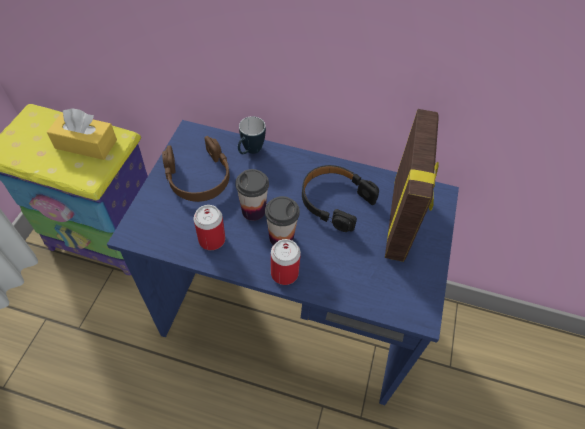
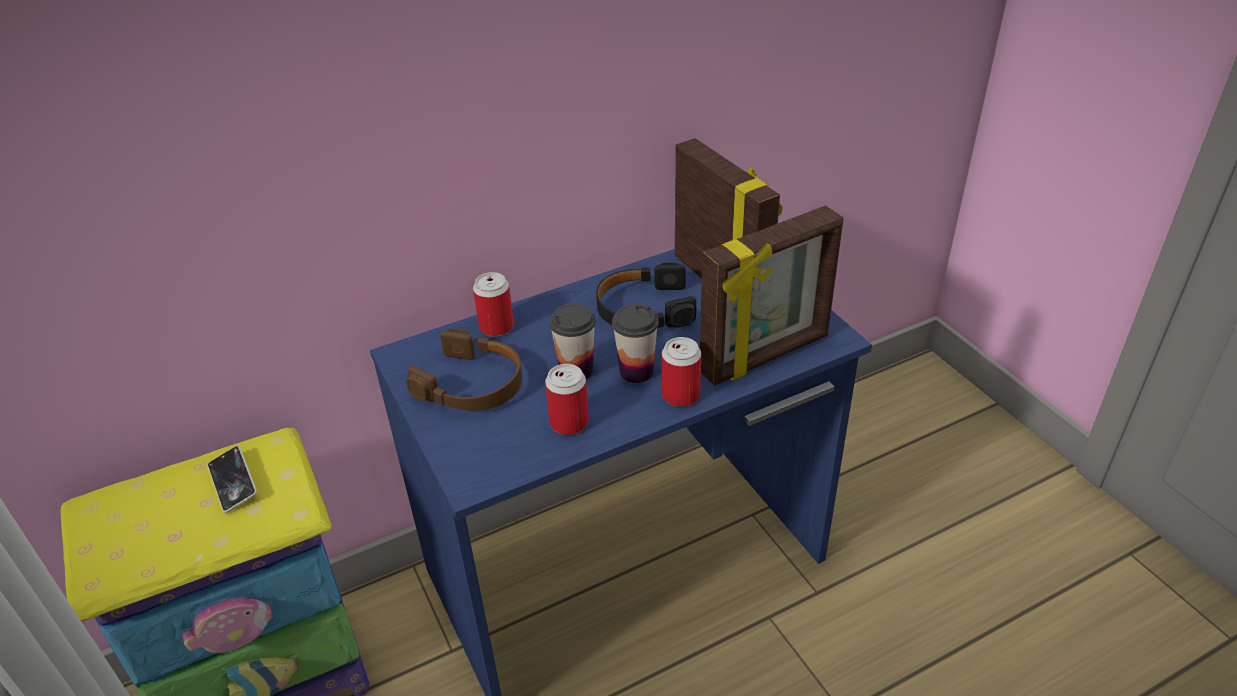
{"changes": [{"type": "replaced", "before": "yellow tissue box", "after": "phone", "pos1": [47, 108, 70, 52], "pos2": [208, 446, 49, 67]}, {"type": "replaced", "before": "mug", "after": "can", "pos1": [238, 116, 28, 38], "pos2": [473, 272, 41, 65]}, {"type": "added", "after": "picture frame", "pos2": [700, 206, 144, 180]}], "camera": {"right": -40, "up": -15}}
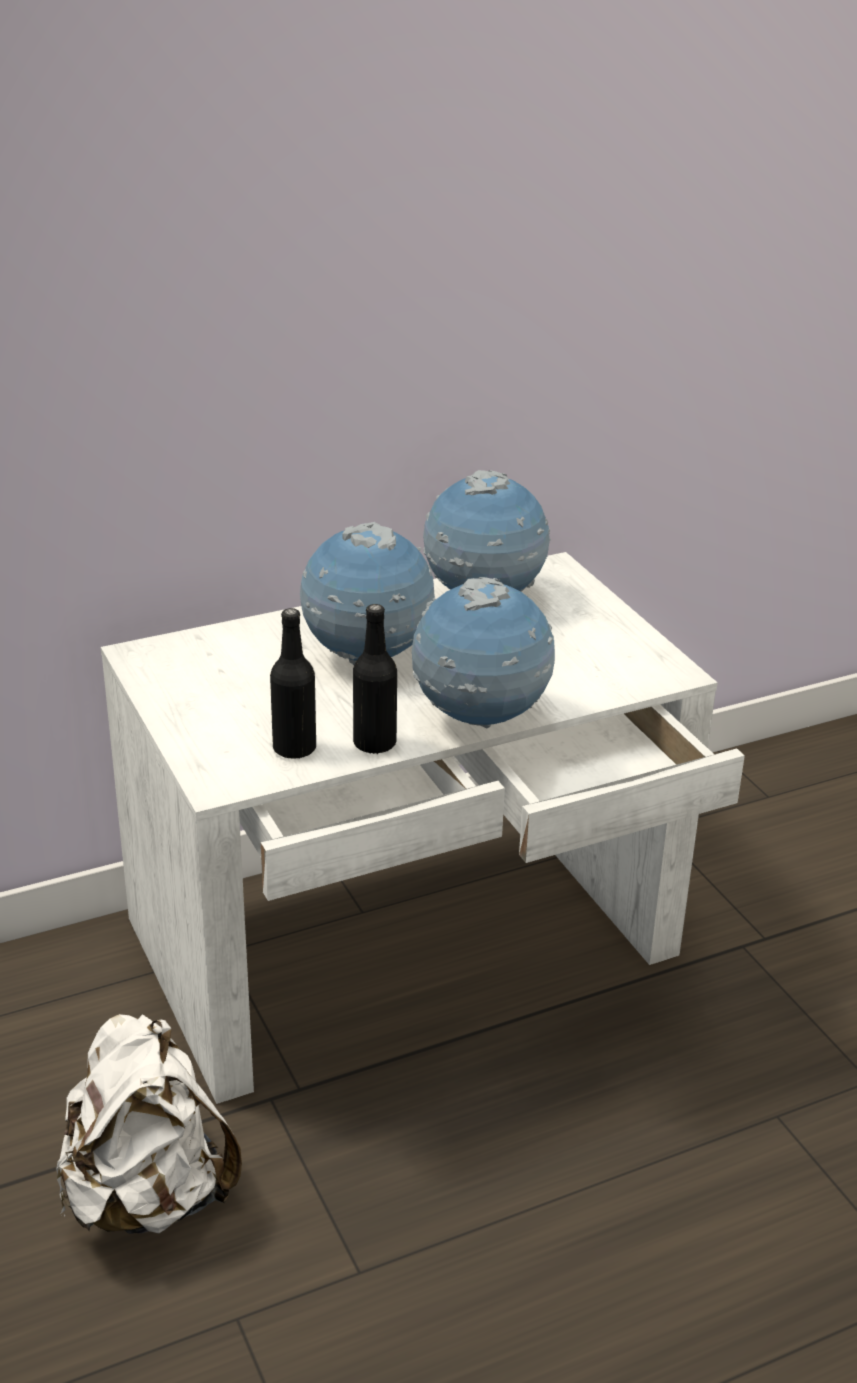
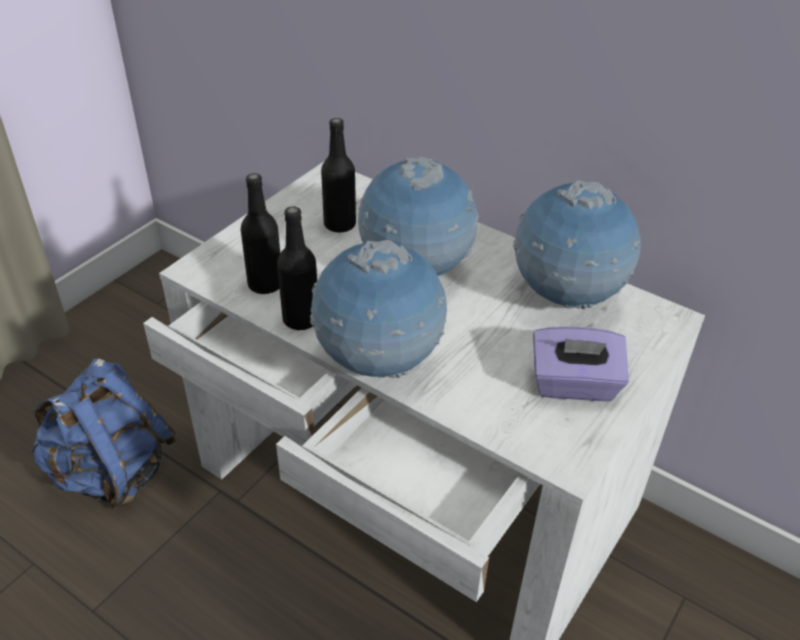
{"changes": [{"type": "recoloured", "before": "white backpack", "after": "blue backpack", "pos1": [56, 1014, 186, 220], "pos2": [30, 358, 145, 152]}, {"type": "added", "after": "black bottle", "pos2": [321, 118, 35, 114]}, {"type": "added", "after": "purple tissue box", "pos2": [533, 327, 96, 74]}], "camera": {"right": 60, "up": 10}}
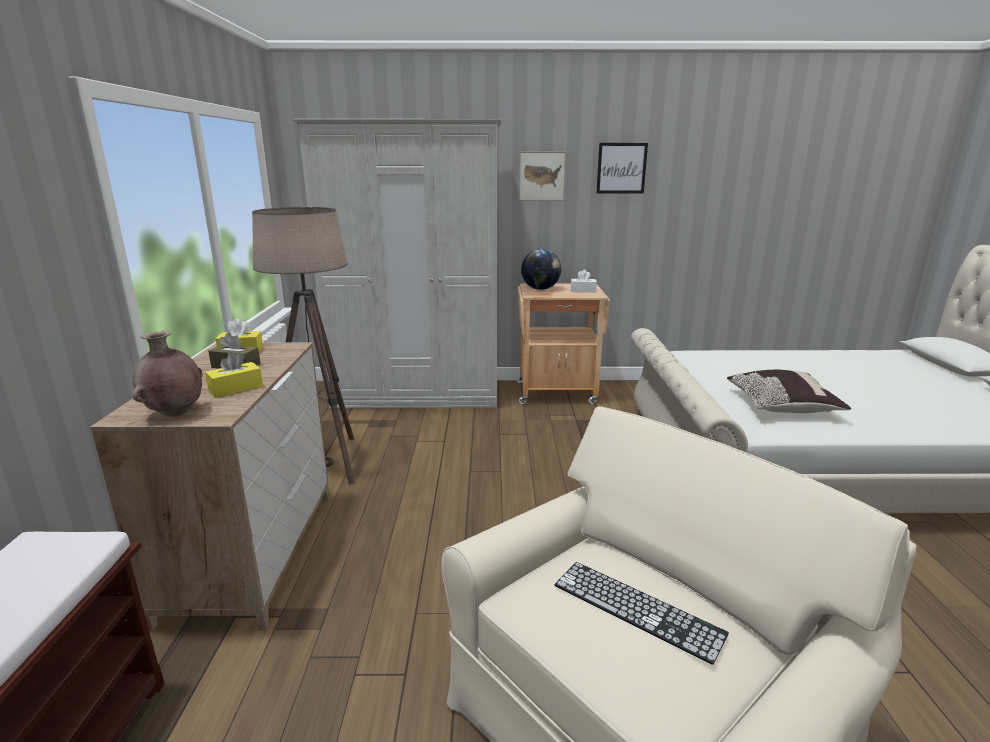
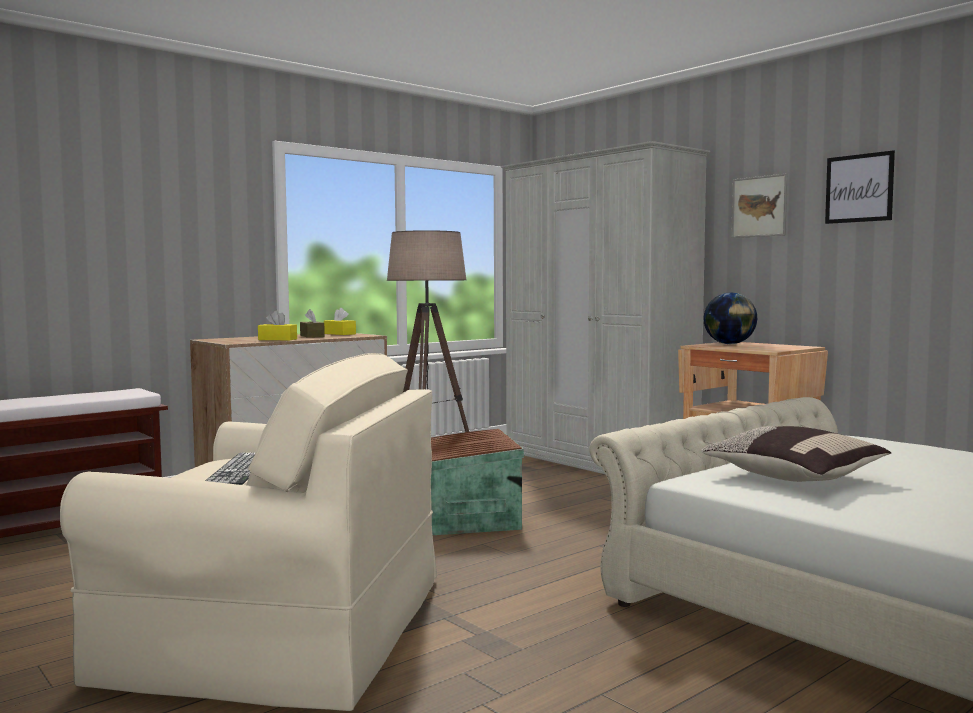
{"changes": [{"type": "removed", "before": "white tissue box", "pos1": [571, 270, 26, 22]}, {"type": "removed", "before": "brown vase", "pos1": [133, 331, 70, 86]}, {"type": "added", "after": "brown storage box", "pos2": [431, 429, 93, 106]}], "camera": {"right": 50, "up": -15}}
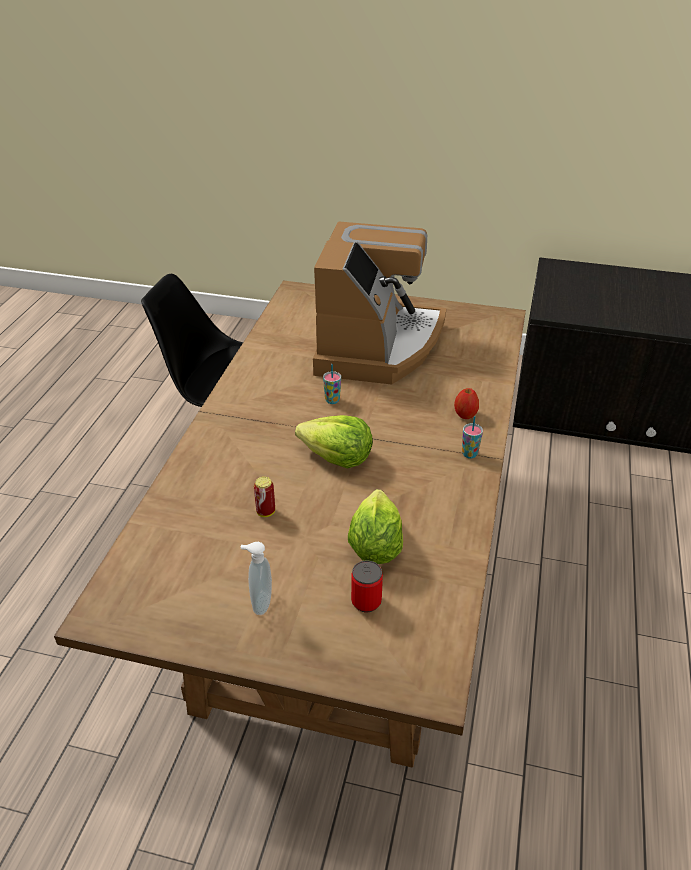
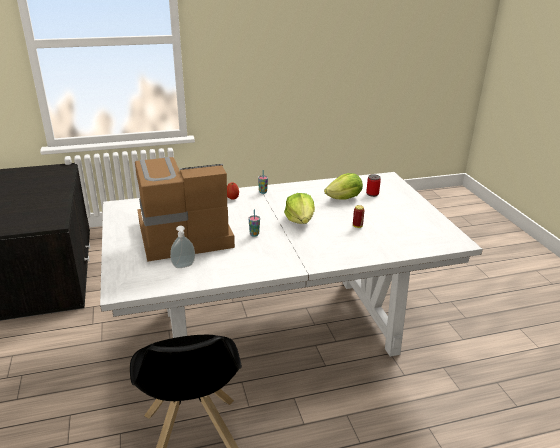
{"changes": [{"type": "recoloured", "before": "brown dining table", "after": "white dining table", "pos1": [54, 280, 472, 488], "pos2": [100, 172, 383, 185]}, {"type": "moved", "before": "soap dispenser", "pos1": [241, 542, 31, 73], "pos2": [170, 226, 25, 42]}], "camera": {"right": -120, "up": -10}}
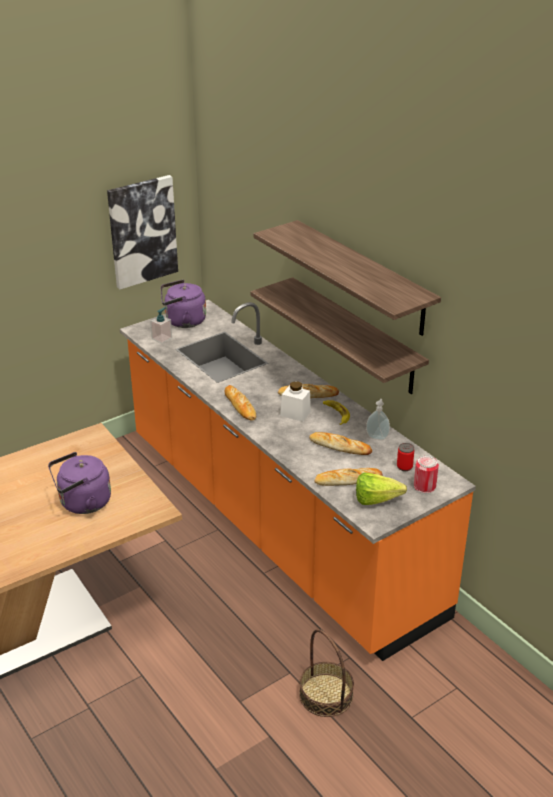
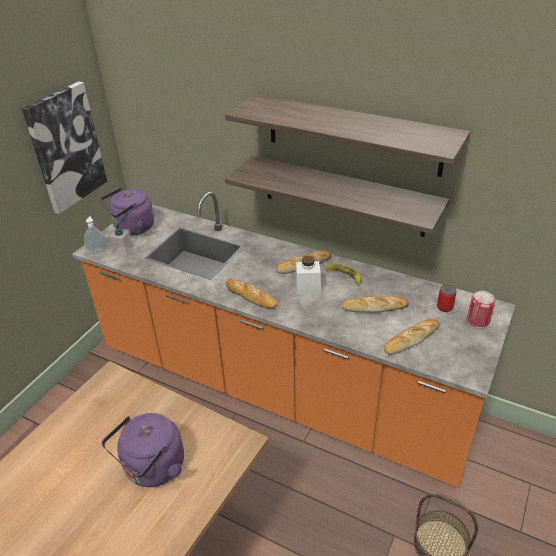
{"changes": [{"type": "moved", "before": "soap dispenser", "pos1": [366, 399, 24, 41], "pos2": [84, 216, 23, 37]}, {"type": "removed", "before": "lettuce", "pos1": [356, 473, 51, 32]}], "camera": {"right": -25, "up": 5}}
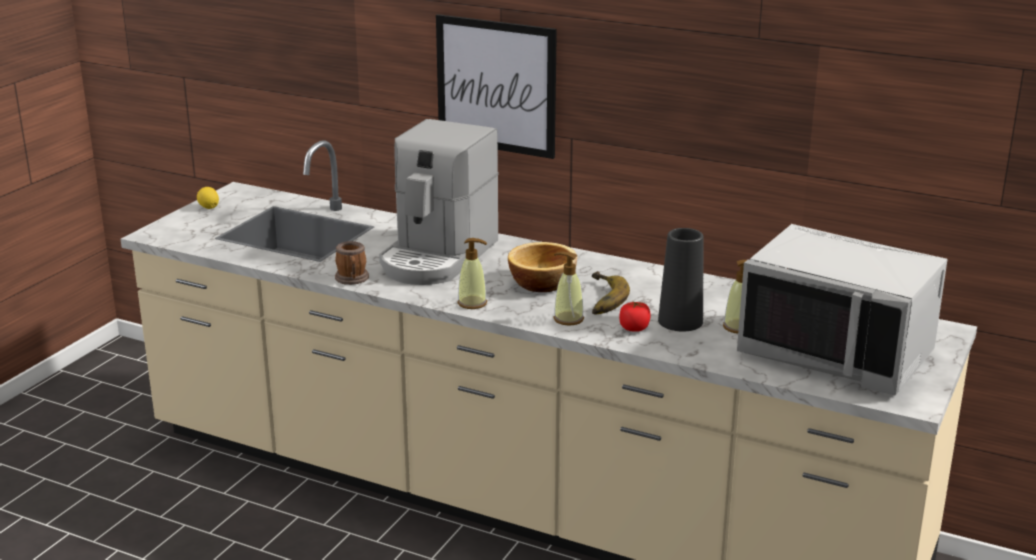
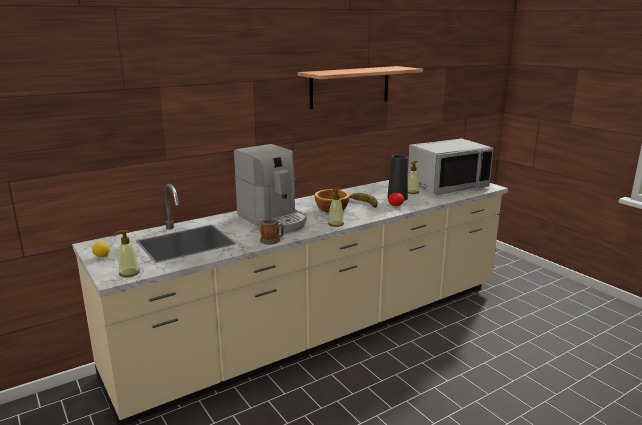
{"changes": [{"type": "removed", "before": "picture", "pos1": [436, 14, 121, 145]}, {"type": "moved", "before": "soap dispenser", "pos1": [553, 251, 31, 74], "pos2": [113, 230, 27, 47]}, {"type": "added", "after": "shelf", "pos2": [298, 66, 125, 43]}], "camera": {"right": -60, "up": -5}}
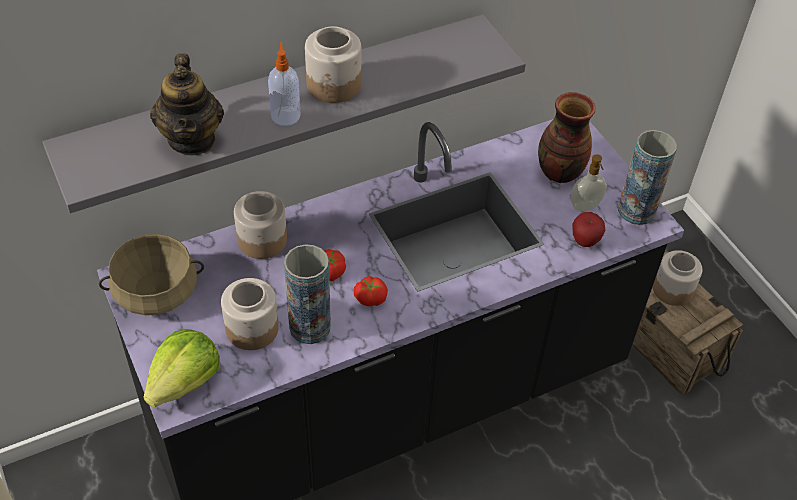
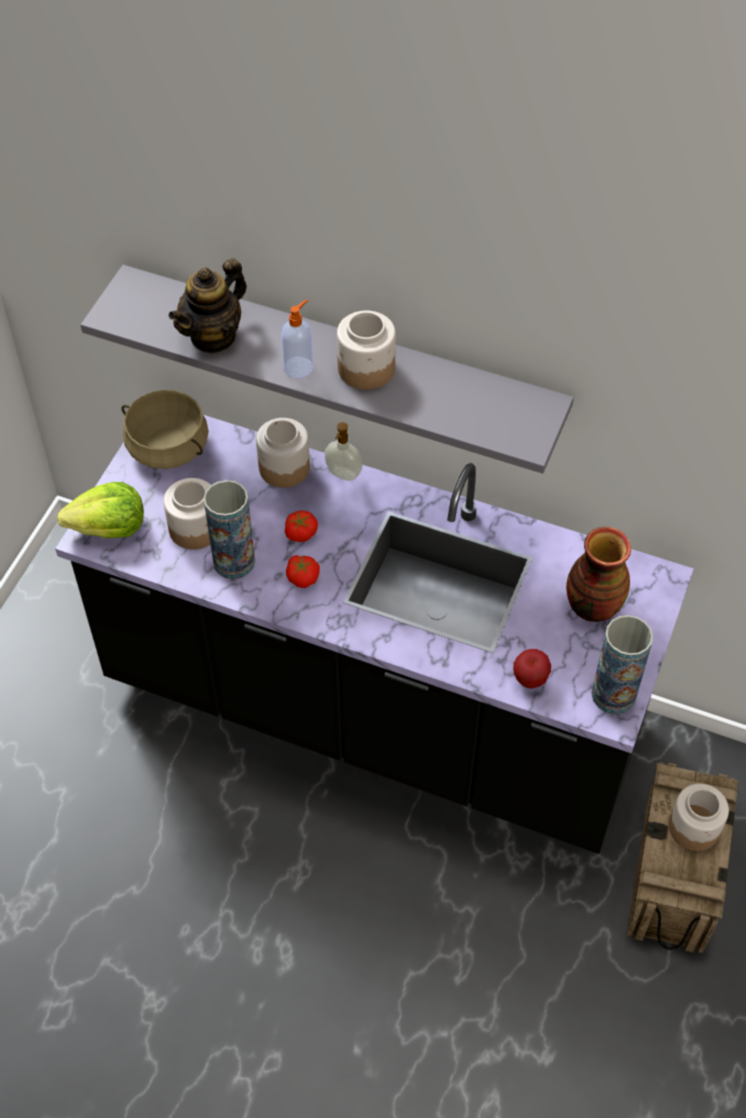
{"changes": [{"type": "moved", "before": "soap dispenser", "pos1": [571, 154, 36, 57], "pos2": [324, 422, 39, 59]}], "camera": {"right": 50, "up": 5}}
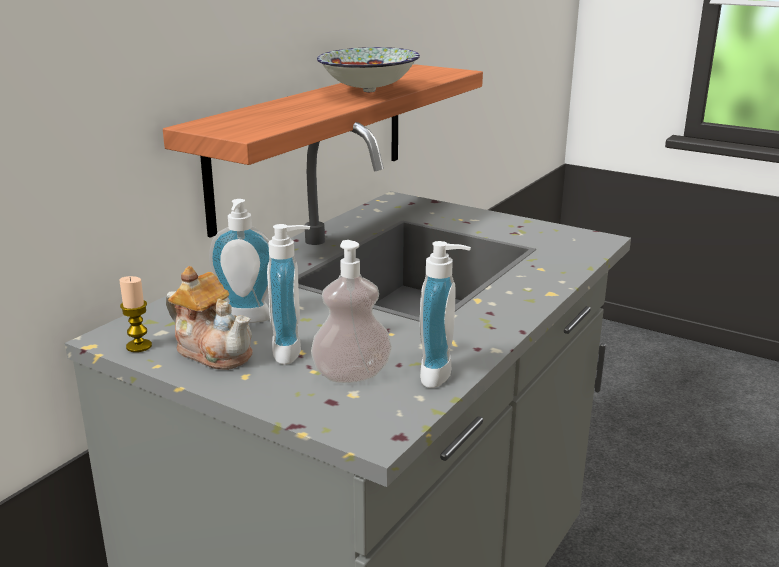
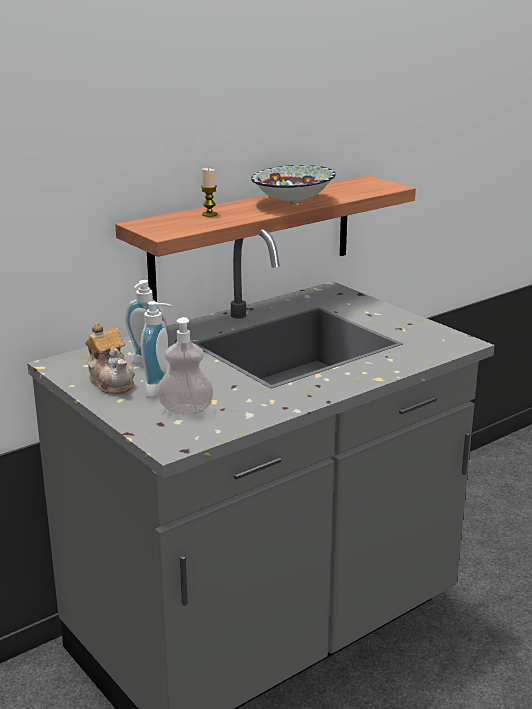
{"changes": [{"type": "removed", "before": "soap dispenser", "pos1": [420, 241, 51, 147]}, {"type": "moved", "before": "candle", "pos1": [119, 276, 33, 76], "pos2": [201, 168, 16, 49]}], "camera": {"right": 20, "up": 0}}
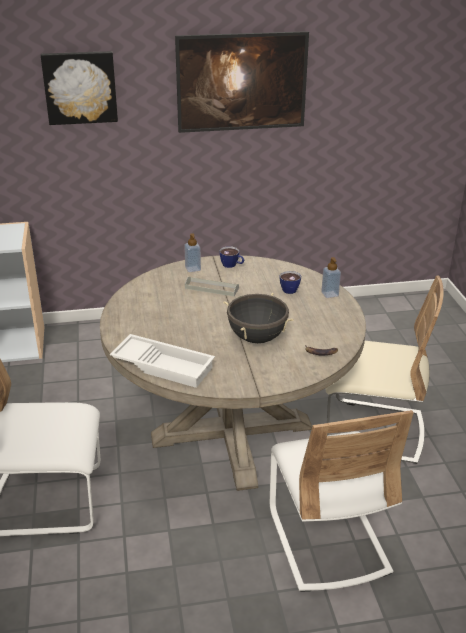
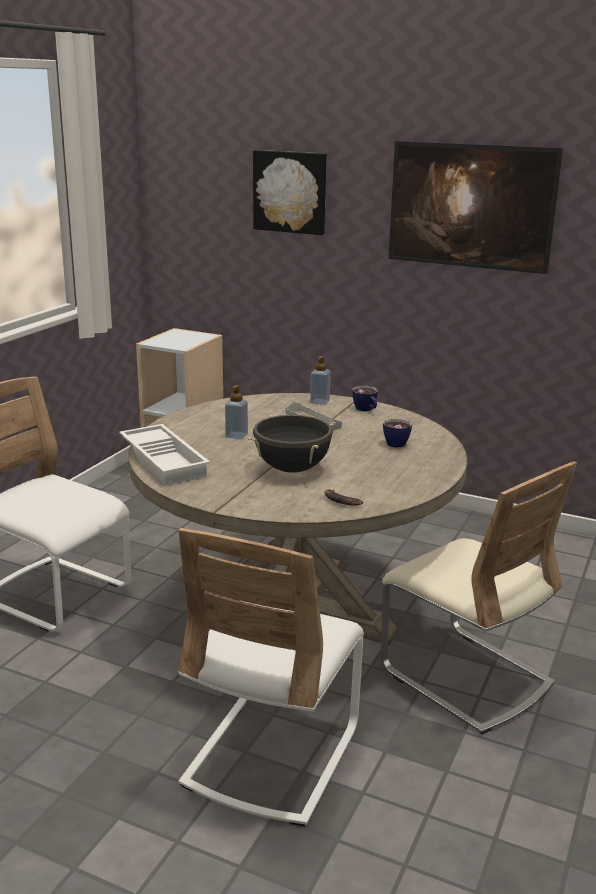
{"changes": [{"type": "moved", "before": "soap dispenser", "pos1": [321, 257, 20, 41], "pos2": [225, 385, 23, 55]}], "camera": {"right": 35, "up": -10}}
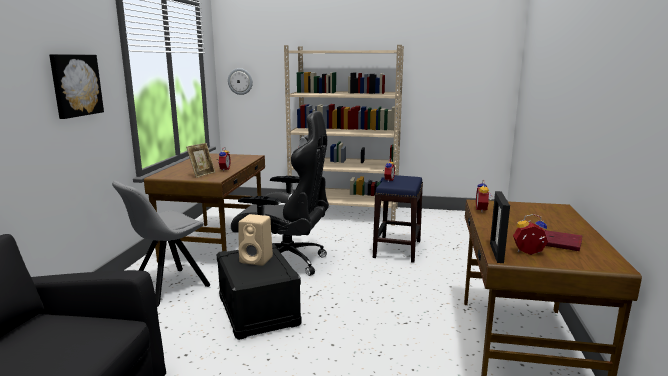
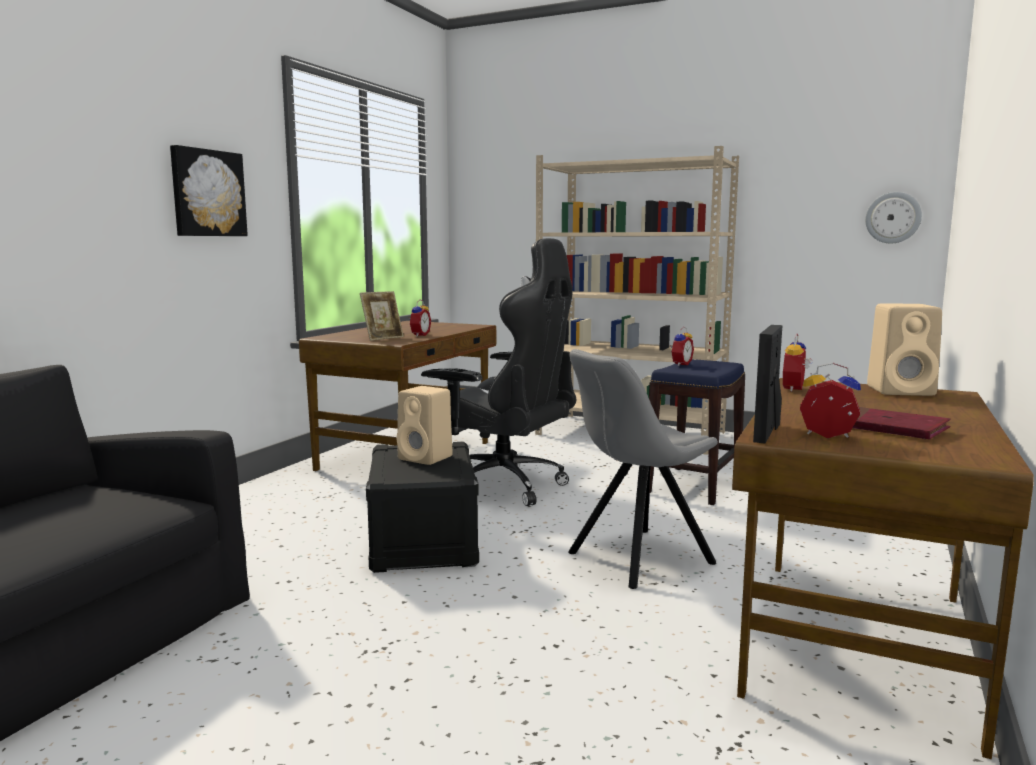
{"changes": [{"type": "moved", "before": "wall clock", "pos1": [228, 68, 25, 27], "pos2": [865, 192, 57, 52]}, {"type": "moved", "before": "grey chair", "pos1": [112, 181, 98, 126], "pos2": [568, 349, 150, 240]}, {"type": "added", "after": "beige speaker", "pos2": [867, 303, 75, 93]}], "camera": {"right": 15, "up": -5}}
